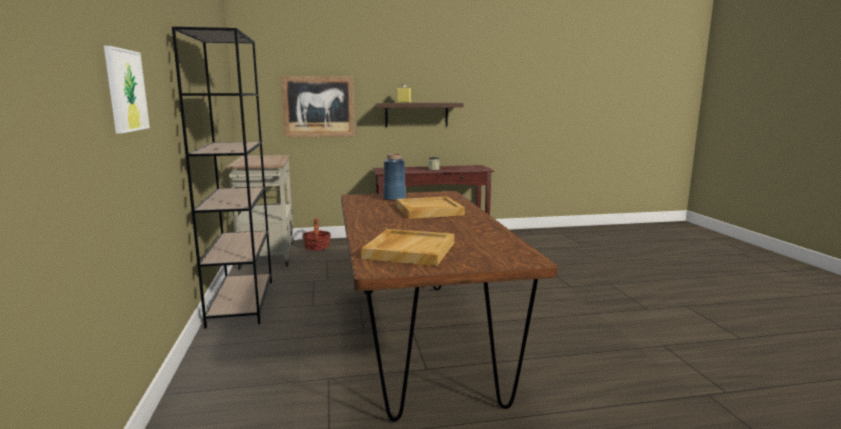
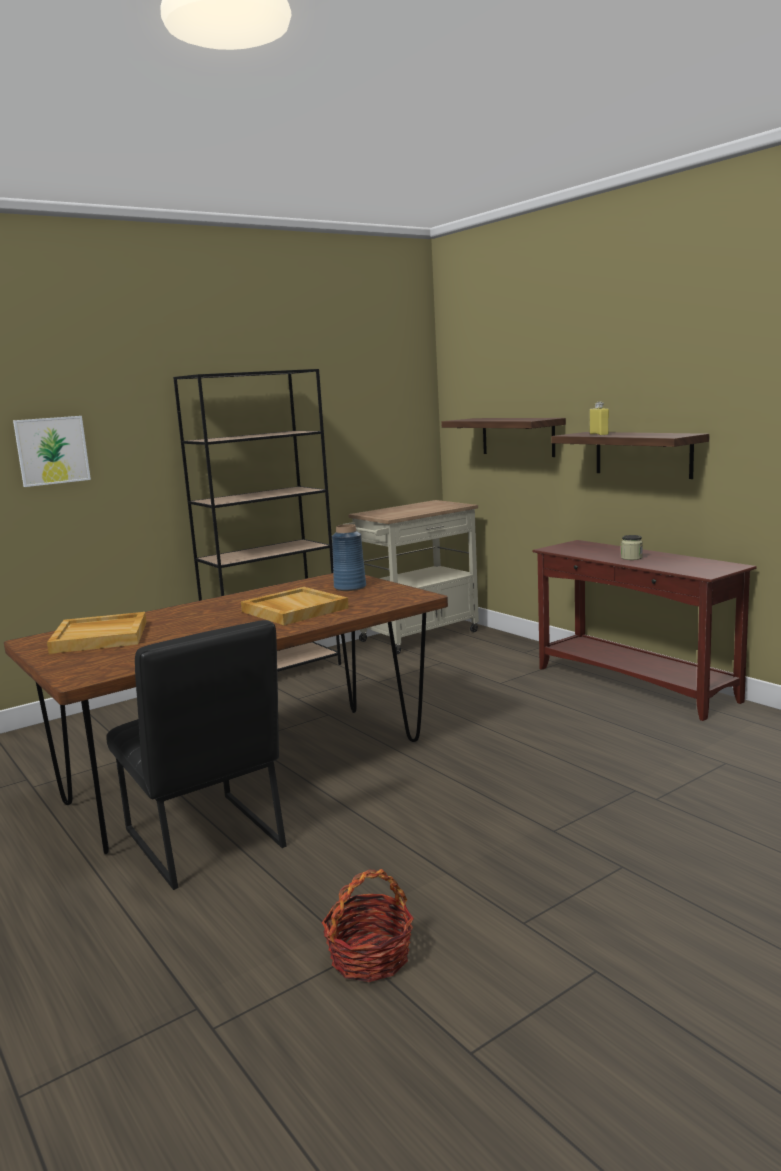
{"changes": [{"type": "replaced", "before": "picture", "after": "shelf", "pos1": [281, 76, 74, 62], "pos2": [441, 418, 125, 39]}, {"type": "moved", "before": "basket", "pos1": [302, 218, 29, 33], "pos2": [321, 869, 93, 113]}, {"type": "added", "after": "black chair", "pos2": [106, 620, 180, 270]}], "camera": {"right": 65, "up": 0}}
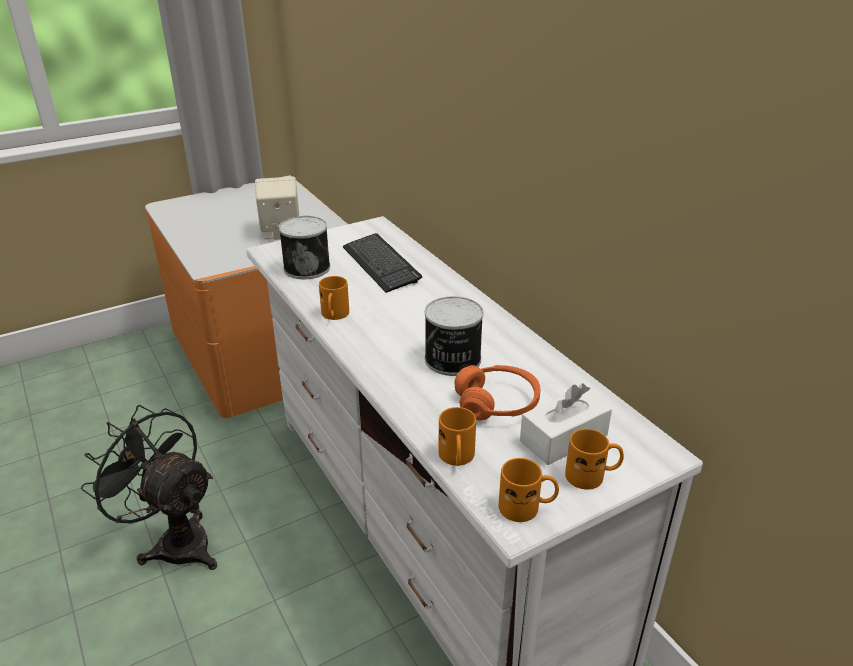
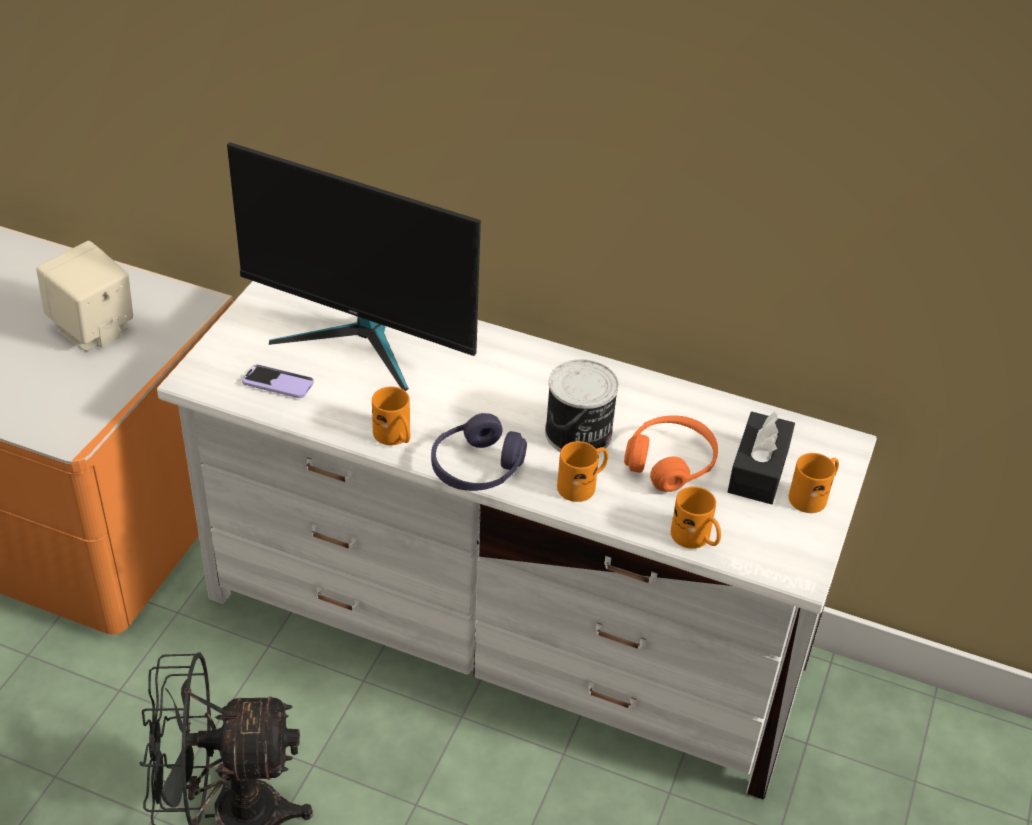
{"changes": [{"type": "replaced", "before": "can", "after": "phone", "pos1": [279, 216, 51, 63], "pos2": [242, 365, 72, 33]}, {"type": "replaced", "before": "keyboard", "after": "monitor", "pos1": [343, 233, 79, 60], "pos2": [227, 142, 254, 249]}, {"type": "recoloured", "before": "white tissue box", "after": "black tissue box", "pos1": [520, 384, 92, 81], "pos2": [728, 412, 67, 93]}, {"type": "moved", "before": "orange mug", "pos1": [499, 458, 60, 64], "pos2": [557, 441, 51, 61]}, {"type": "added", "after": "purple headphones", "pos2": [431, 413, 96, 78]}], "camera": {"right": -40, "up": 10}}
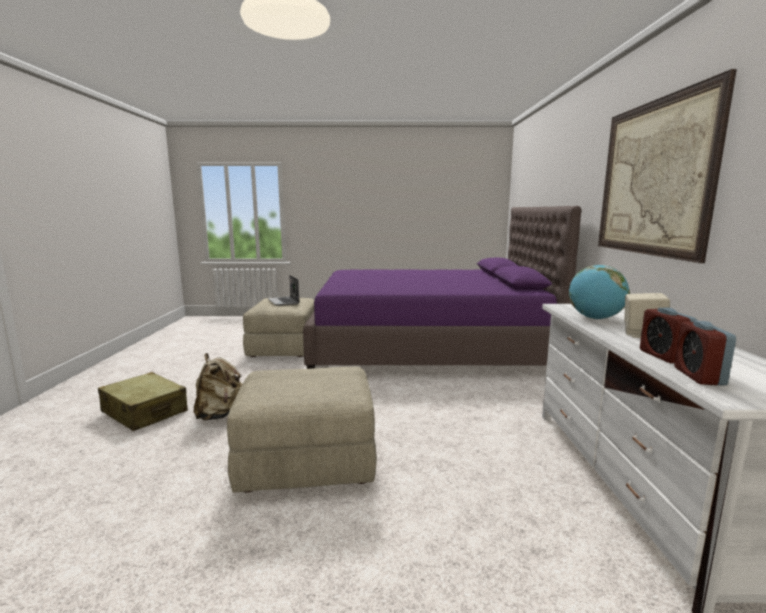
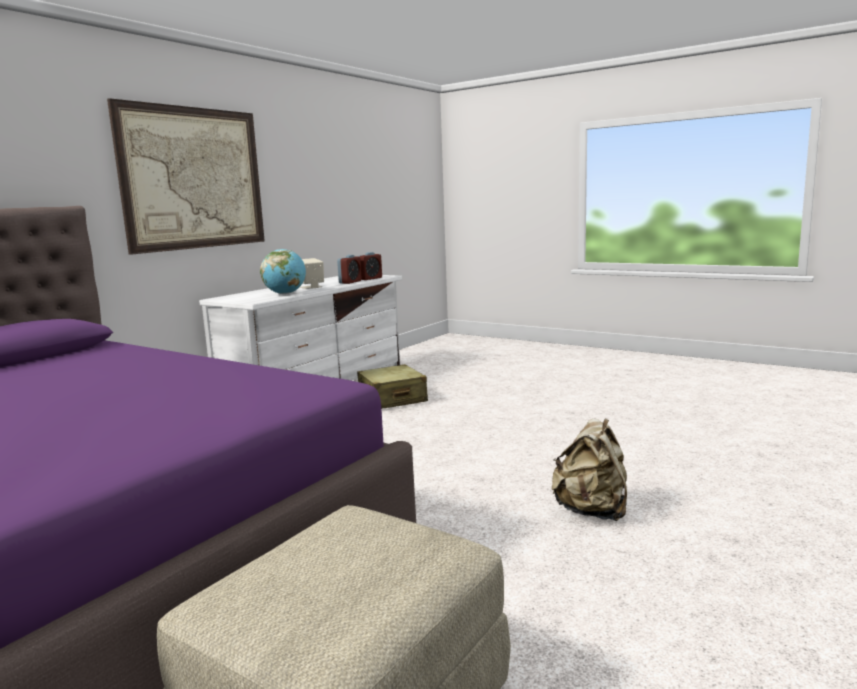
{"changes": [{"type": "removed", "before": "laptop", "pos1": [268, 275, 31, 31]}, {"type": "removed", "before": "beige ottoman", "pos1": [227, 367, 150, 126]}, {"type": "moved", "before": "beige suitcase", "pos1": [98, 372, 90, 59], "pos2": [357, 364, 71, 45]}], "camera": {"right": -145, "up": 0}}
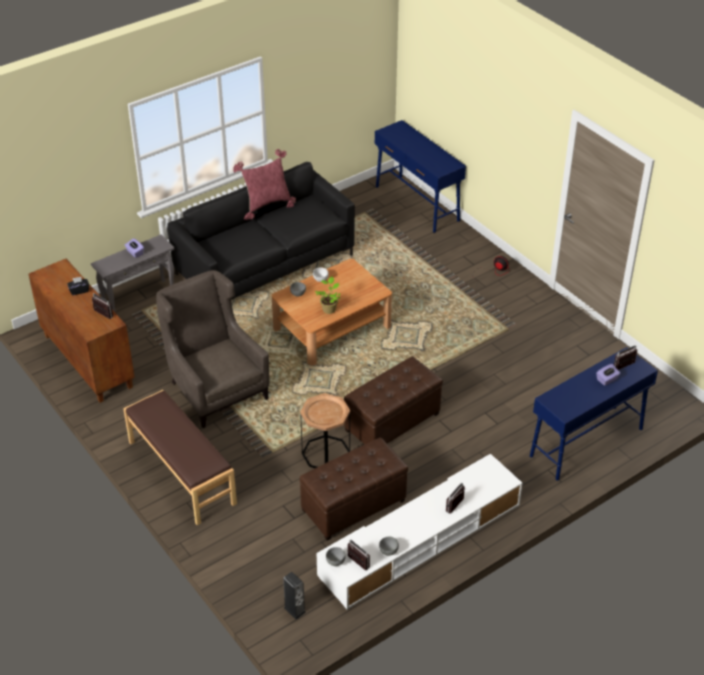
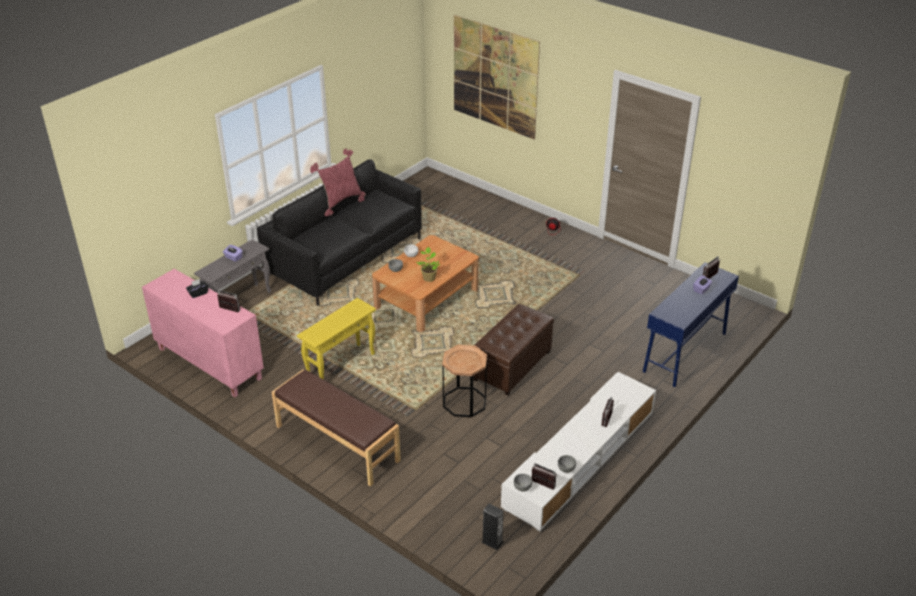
{"changes": [{"type": "removed", "before": "blue console table", "pos1": [375, 120, 91, 113]}, {"type": "recoloured", "before": "brown cabinet", "after": "pink cabinet", "pos1": [28, 259, 107, 144], "pos2": [142, 269, 122, 128]}, {"type": "replaced", "before": "grey armchair", "after": "yellow side table", "pos1": [156, 270, 113, 158], "pos2": [297, 298, 79, 82]}, {"type": "removed", "before": "brown ottoman", "pos1": [299, 438, 109, 103]}, {"type": "added", "after": "picture", "pos2": [454, 15, 86, 125]}], "camera": {"right": -15, "up": -5}}
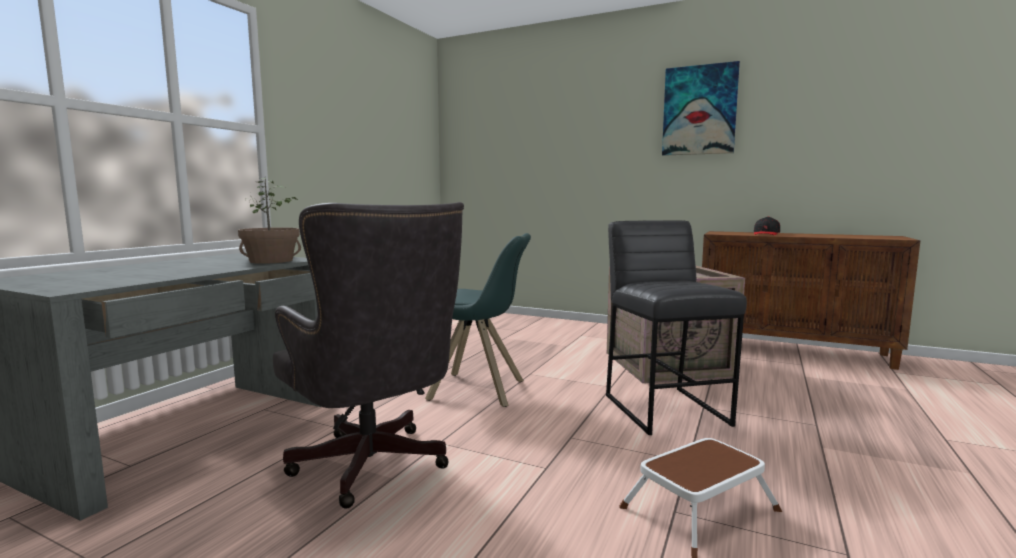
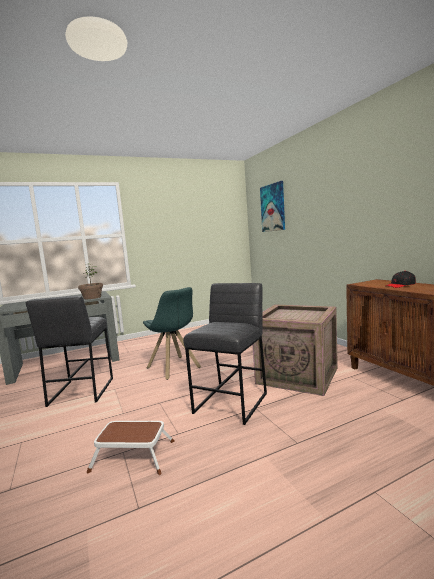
{"changes": [{"type": "moved", "before": "picture", "pos1": [662, 61, 78, 95], "pos2": [260, 181, 25, 51]}, {"type": "replaced", "before": "grey office chair", "after": "grey stool", "pos1": [273, 202, 191, 307], "pos2": [26, 296, 87, 111]}], "camera": {"right": 40, "up": 0}}
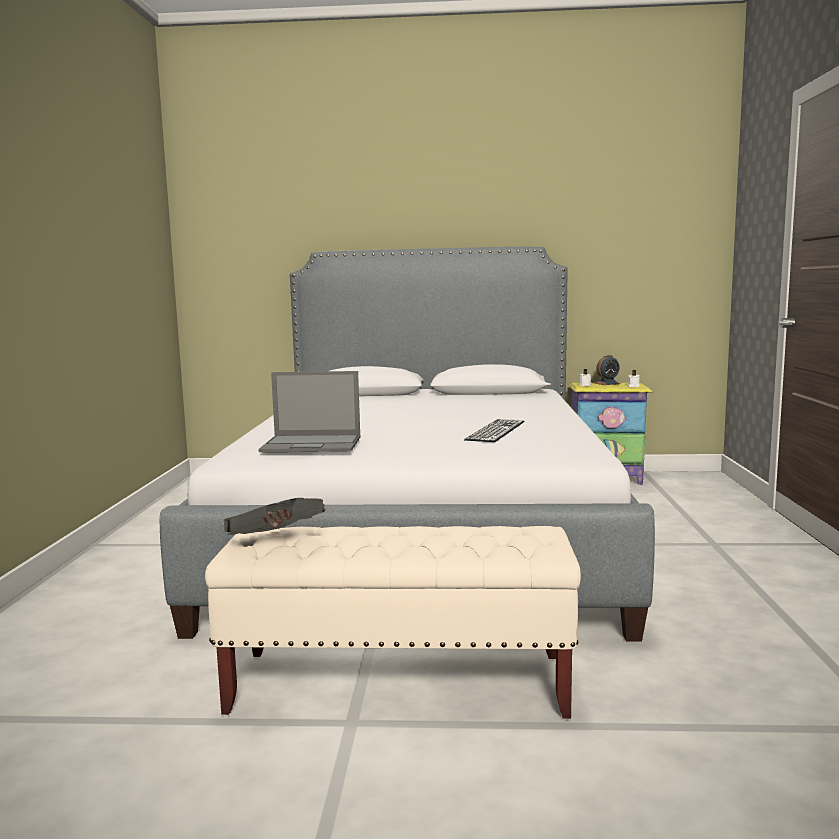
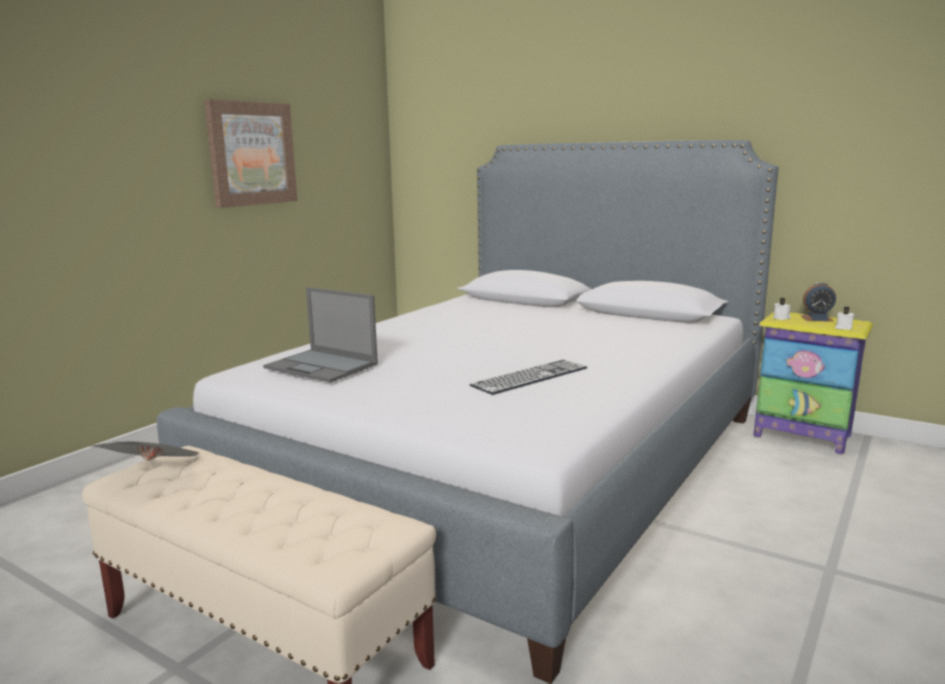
{"changes": [{"type": "added", "after": "picture", "pos2": [204, 99, 93, 109]}], "camera": {"right": 30, "up": 5}}
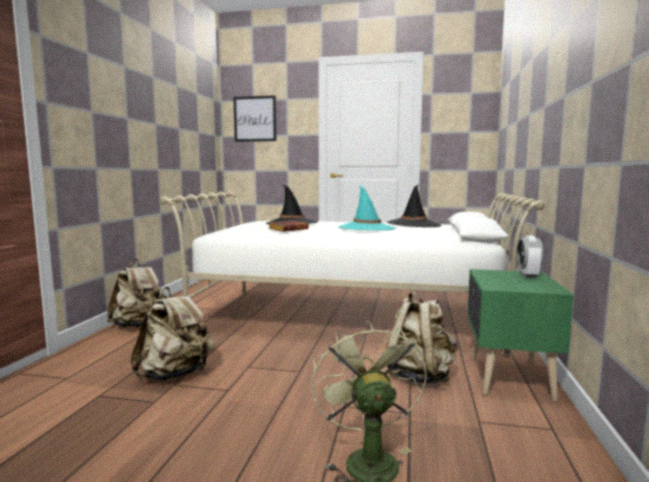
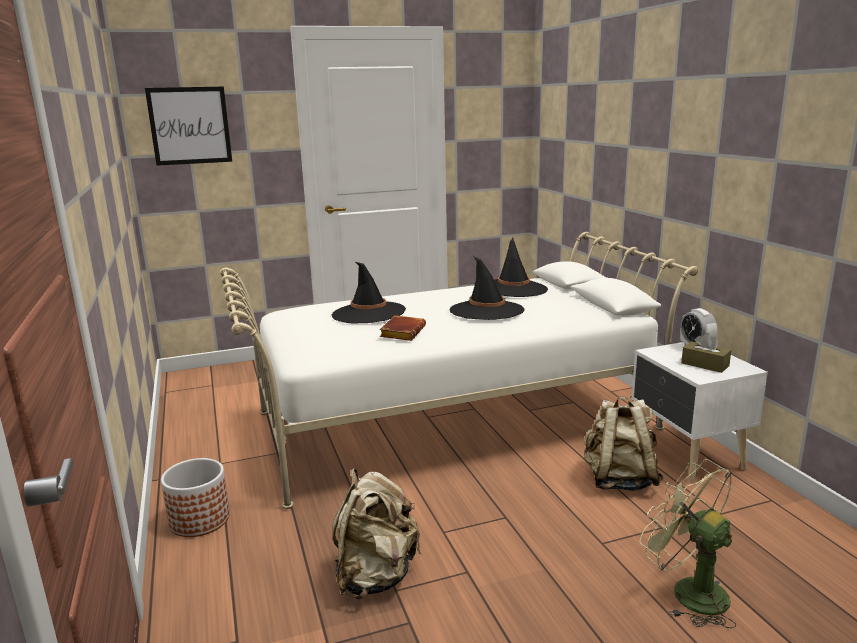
{"changes": [{"type": "recoloured", "before": "turquoise hat", "after": "black hat", "pos1": [338, 186, 58, 44], "pos2": [449, 256, 75, 64]}, {"type": "replaced", "before": "beige backpack", "after": "planter", "pos1": [107, 259, 60, 69], "pos2": [161, 458, 69, 79]}, {"type": "recoloured", "before": "green nightstand", "after": "white nightstand", "pos1": [467, 269, 107, 133], "pos2": [632, 342, 136, 141]}, {"type": "added", "after": "brown tissue box", "pos2": [681, 333, 50, 40]}], "camera": {"right": -30, "up": 10}}
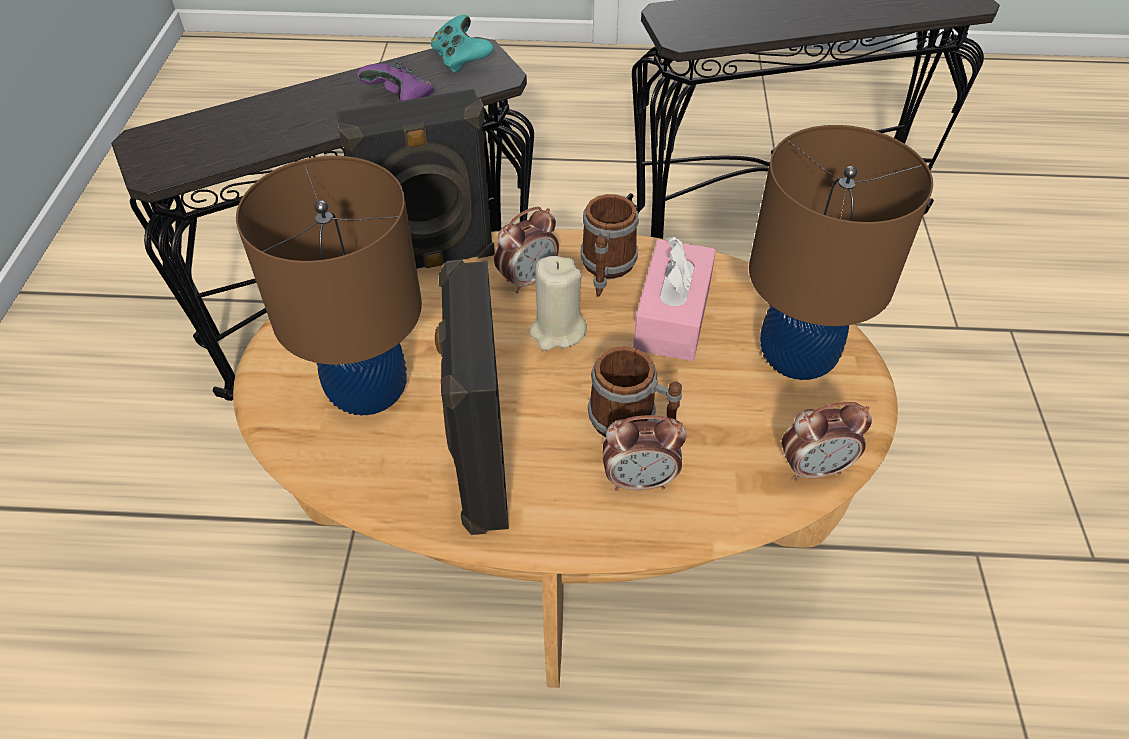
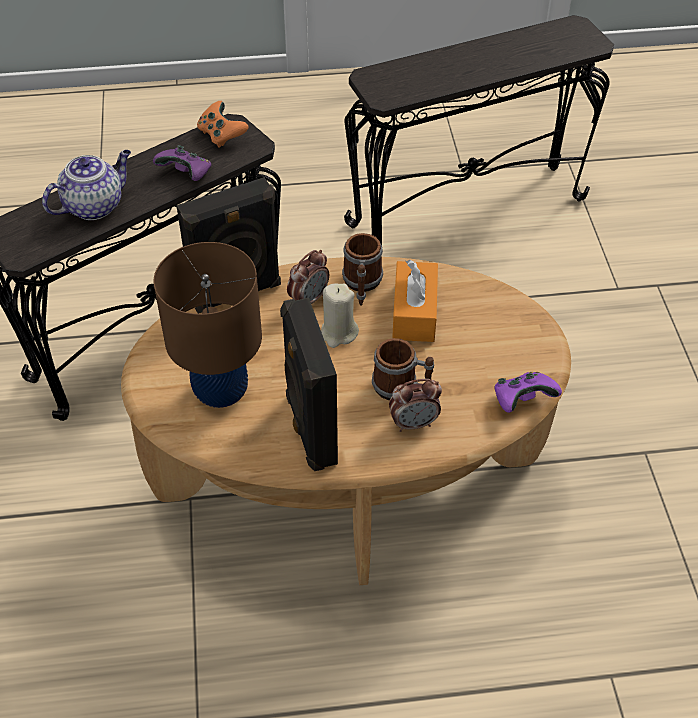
{"changes": [{"type": "recoloured", "before": "turquoise game controller", "after": "orange game controller", "pos1": [431, 15, 63, 58], "pos2": [197, 101, 52, 47]}, {"type": "removed", "before": "brown table lamp", "pos1": [749, 125, 184, 255]}, {"type": "recoloured", "before": "pink tissue box", "after": "orange tissue box", "pos1": [633, 236, 83, 125], "pos2": [392, 260, 46, 82]}, {"type": "replaced", "before": "alarm clock", "after": "purple game controller", "pos1": [782, 402, 90, 79], "pos2": [494, 372, 68, 41]}, {"type": "added", "after": "teapot", "pos2": [42, 150, 89, 70]}], "camera": {"right": -10, "up": 0}}
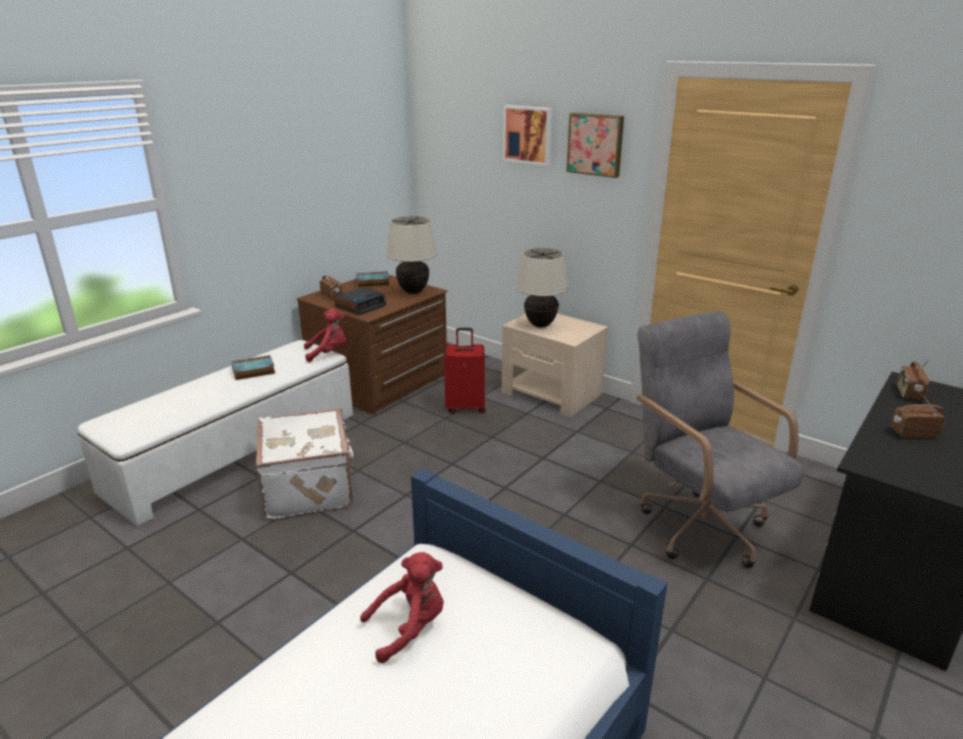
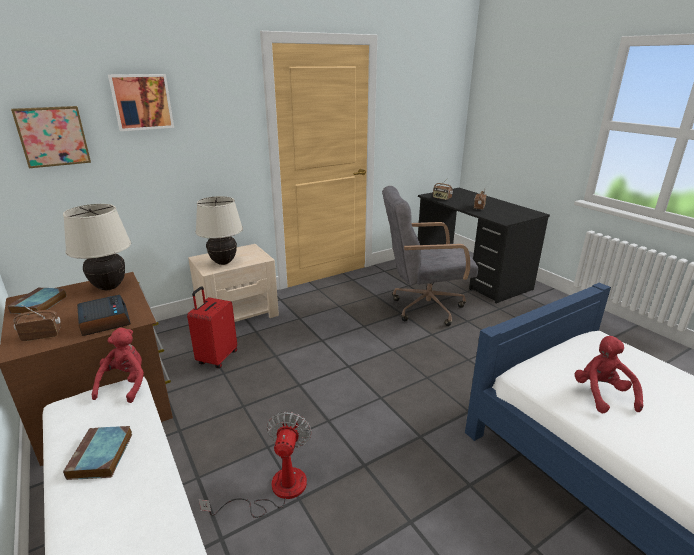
{"changes": [{"type": "moved", "before": "picture", "pos1": [566, 113, 58, 65], "pos2": [11, 106, 80, 62]}, {"type": "replaced", "before": "white suitcase", "after": "fan", "pos1": [256, 409, 98, 111], "pos2": [199, 411, 113, 107]}], "camera": {"right": -70, "up": 0}}
